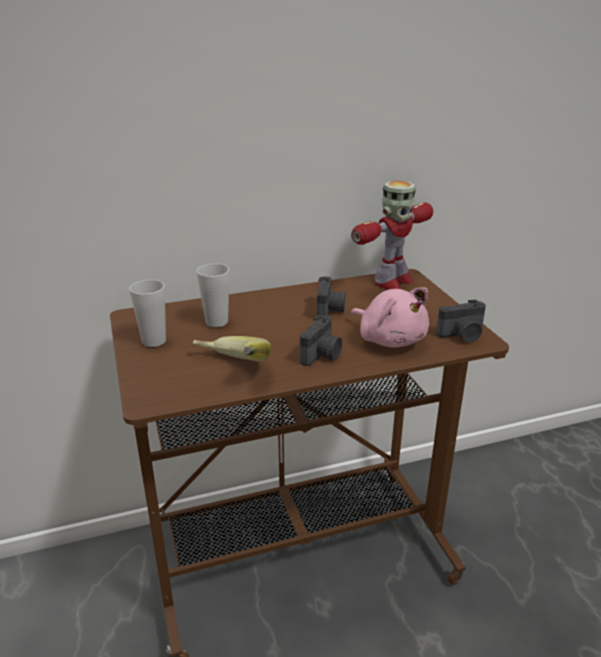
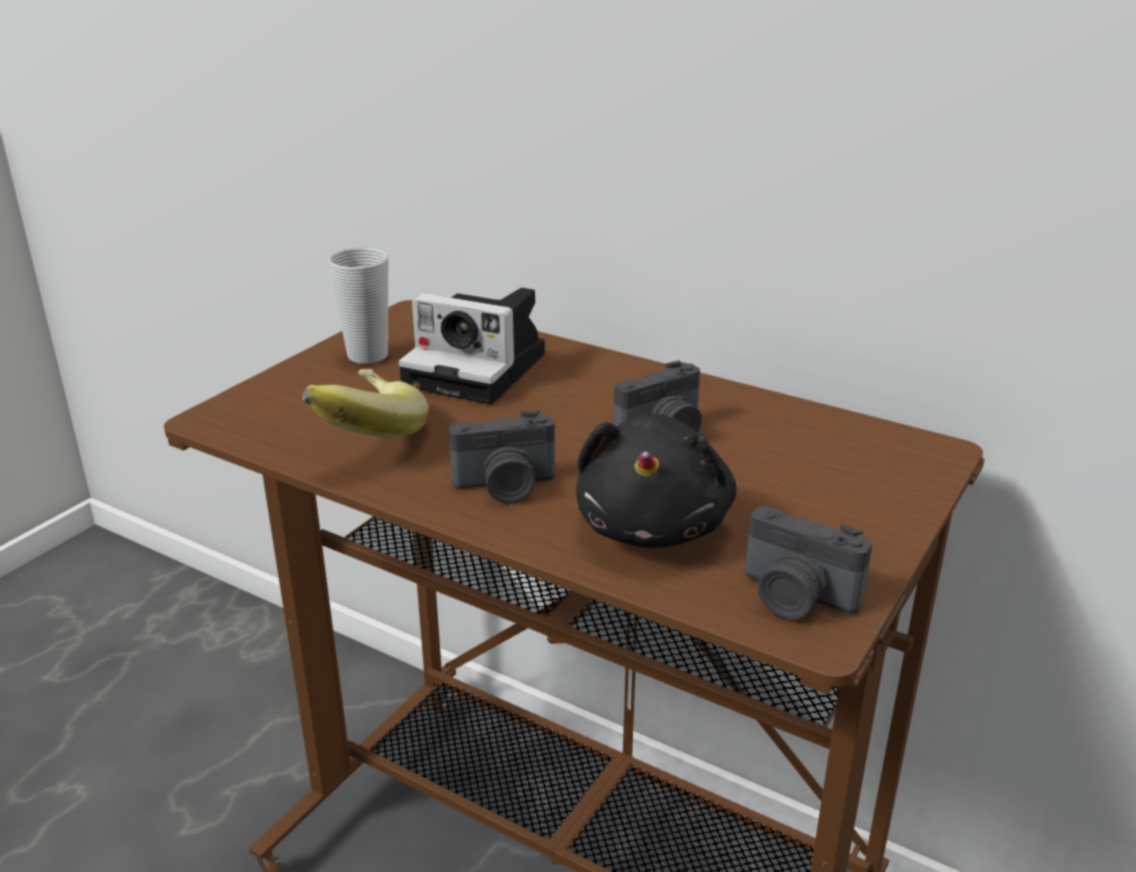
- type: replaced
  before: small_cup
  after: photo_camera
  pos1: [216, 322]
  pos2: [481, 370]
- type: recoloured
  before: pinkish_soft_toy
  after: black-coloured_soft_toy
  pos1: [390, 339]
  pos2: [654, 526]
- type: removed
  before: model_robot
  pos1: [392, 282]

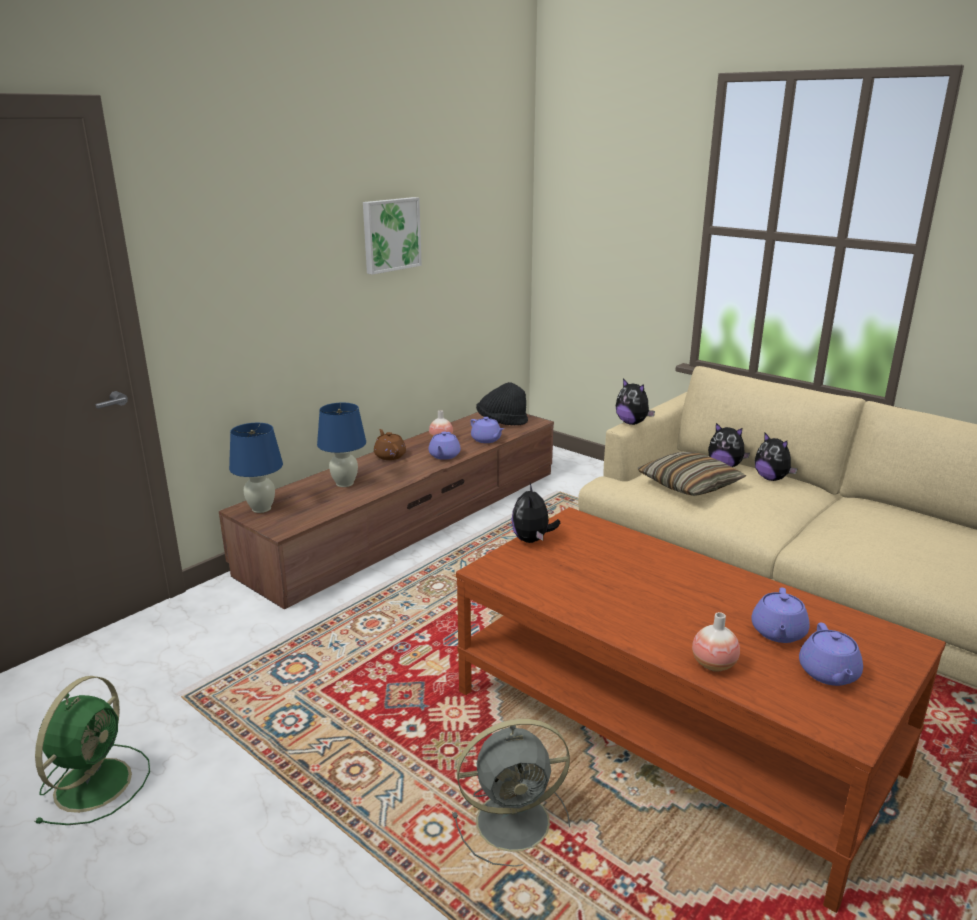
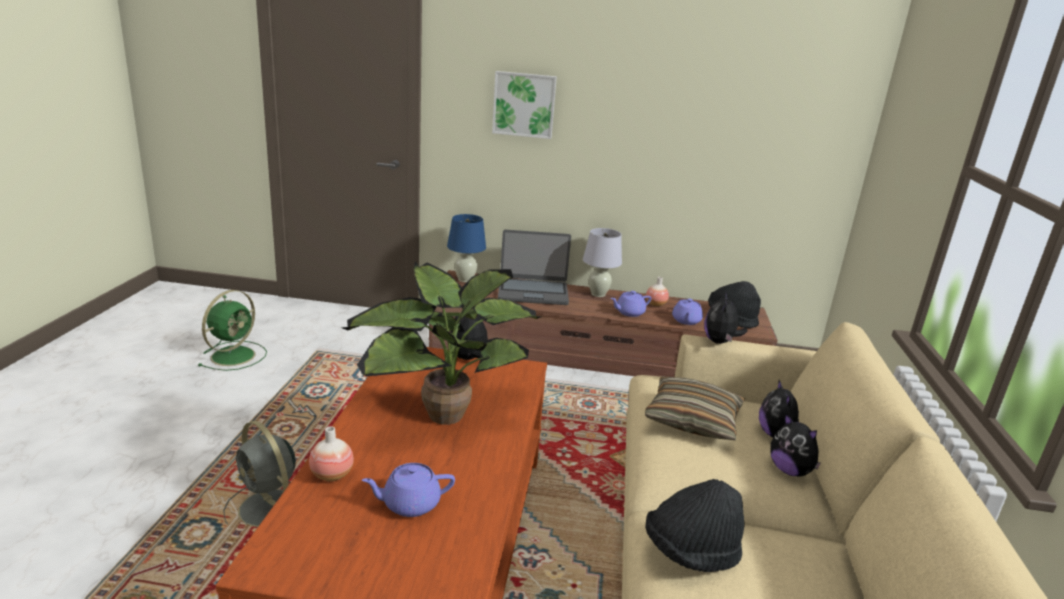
- type: turned
  before: green-coloured_electric_fan
  pos1: [95, 782]
  pos2: [234, 355]
  turn: -45
- type: replaced
  before: blue-coloured_tabletop_lamp
  after: laptop
  pos1: [344, 483]
  pos2: [533, 292]
- type: moved
  before: wall_picture
  pos1: [390, 234]
  pos2: [524, 104]
- type: replaced
  before: brownish_tea_pot
  after: white-coloured_tabletop_lamp
  pos1: [389, 455]
  pos2: [598, 294]
- type: turned
  before: soft_toy
  pos1: [771, 478]
  pos2: [790, 471]
  turn: -60
- type: removed
  before: purple_tea_pot
  pos1: [828, 674]
- type: added
  after: potted_plant
  pos2: [441, 412]
- type: added
  after: black-coloured_wearable_hat
  pos2: [690, 552]

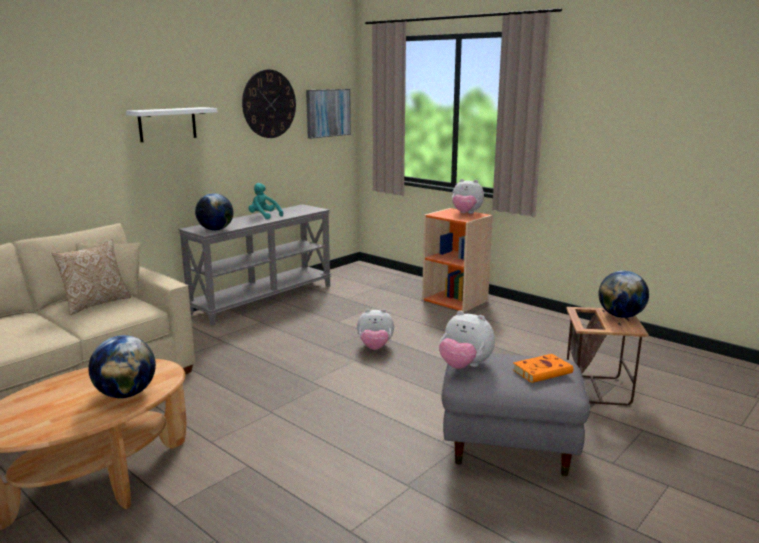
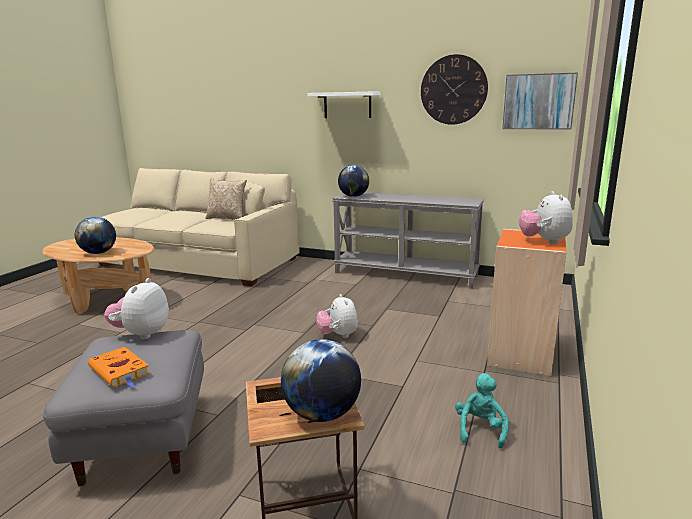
- type: moved
  before: turquoise_soft_toy
  pos1: [264, 216]
  pos2: [480, 430]

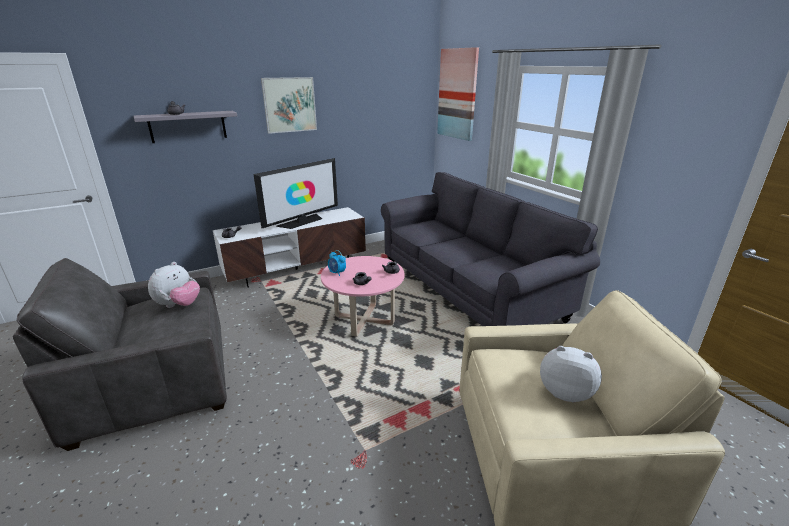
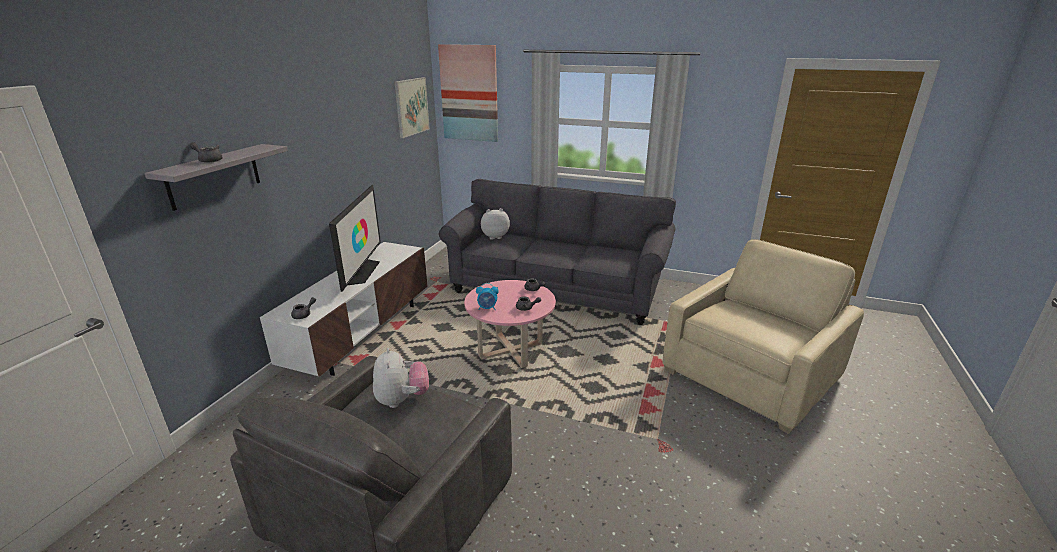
- type: moved
  before: wall_picture
  pos1: [289, 105]
  pos2: [411, 107]
- type: moved
  before: soft_toy
  pos1: [565, 391]
  pos2: [494, 236]

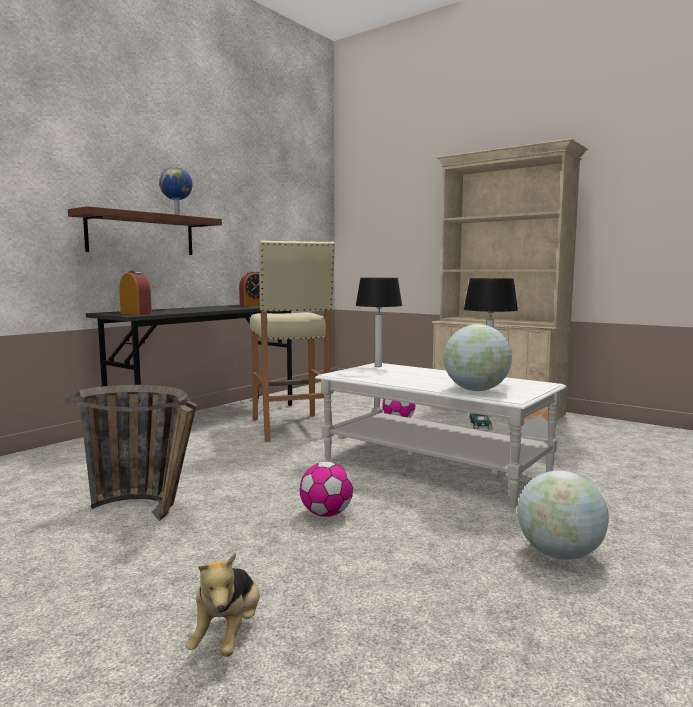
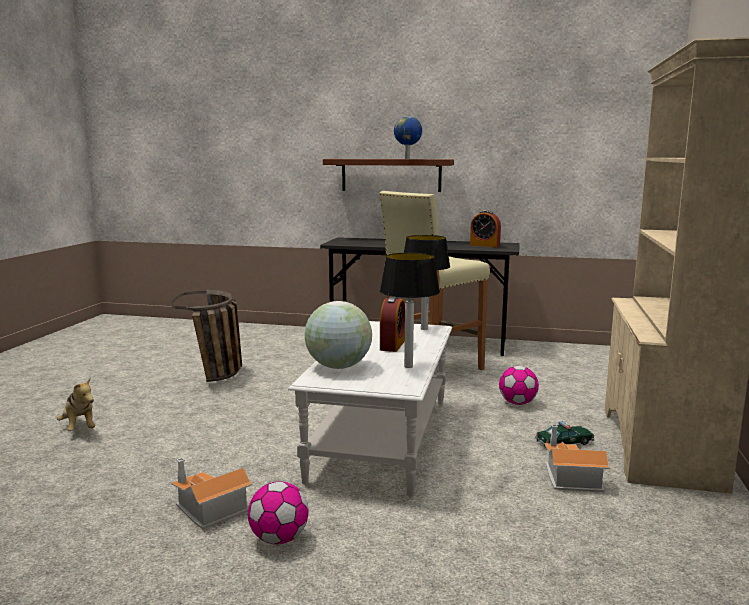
- type: moved
  before: alarm_clock
  pos1: [136, 314]
  pos2: [392, 345]
- type: turned
  before: soft_toy
  pos1: [228, 635]
  pos2: [79, 428]
  turn: -105
- type: moved
  before: ball_for_football
  pos1: [326, 514]
  pos2: [279, 539]
- type: replaced
  before: world_globe
  after: toy_house
  pos1: [559, 554]
  pos2: [209, 510]

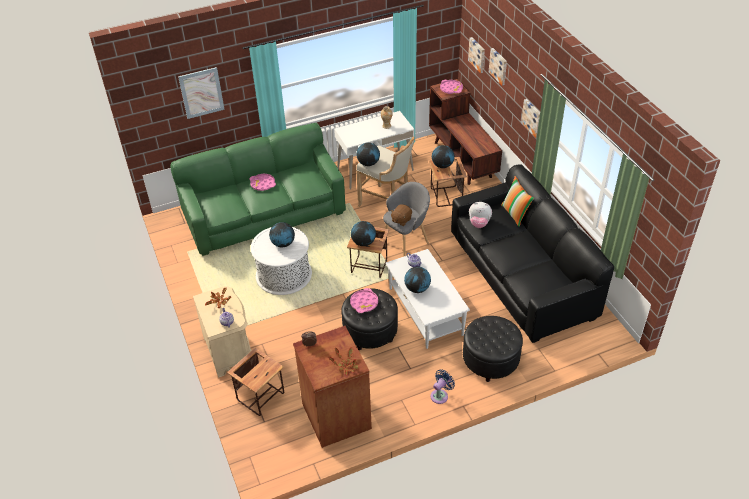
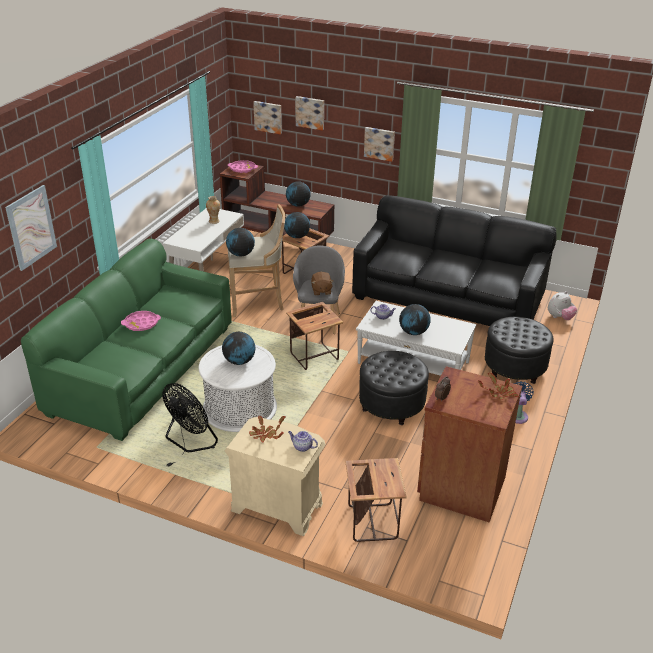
- type: removed
  before: pinkish_serving_tray
  pos1: [364, 303]
- type: moved
  before: world_globe
  pos1: [363, 242]
  pos2: [298, 205]
- type: moved
  before: soft_toy
  pos1: [479, 223]
  pos2: [560, 317]
- type: removed
  before: throw_pillow
  pos1: [515, 214]
- type: added
  after: black-coloured_electric_fan
  pos2: [185, 442]

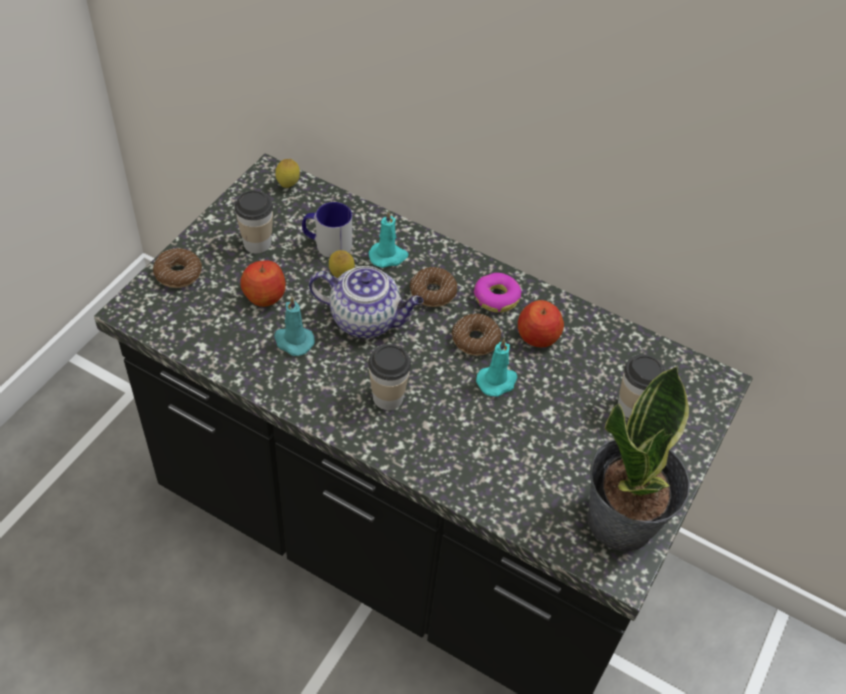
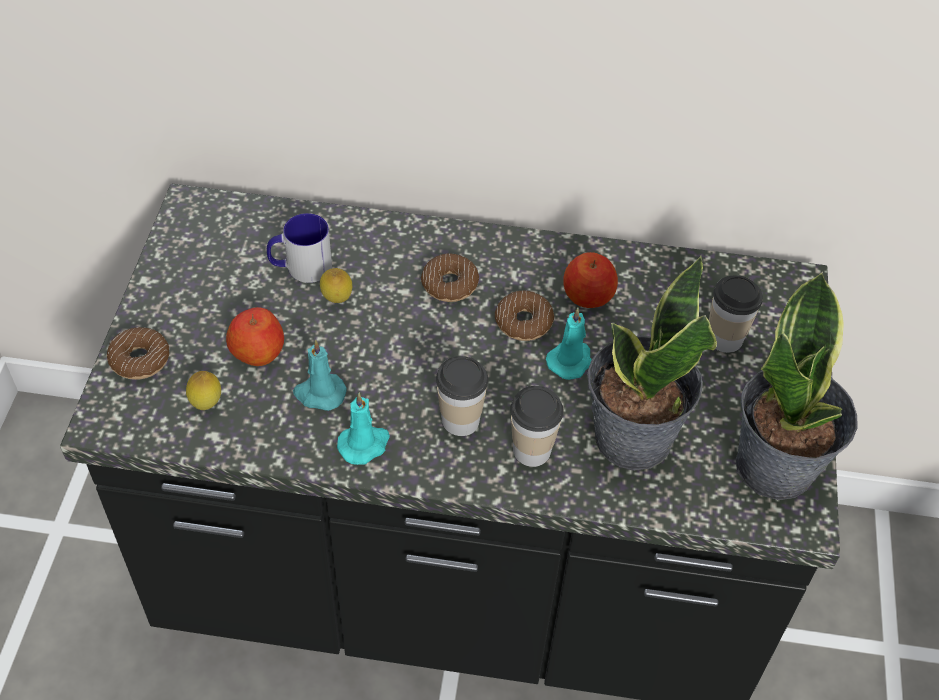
- type: moved
  before: small_cup
  pos1: [257, 243]
  pos2: [532, 450]
- type: moved
  before: citrus_fruit
  pos1: [288, 186]
  pos2: [207, 405]
- type: removed
  before: tea_pot
  pos1: [366, 320]
- type: moved
  before: turquoise_candle
  pos1: [388, 256]
  pos2: [364, 444]
- type: removed
  before: donut
  pos1: [496, 297]
- type: added
  after: potted_plant
  pos2: [631, 438]

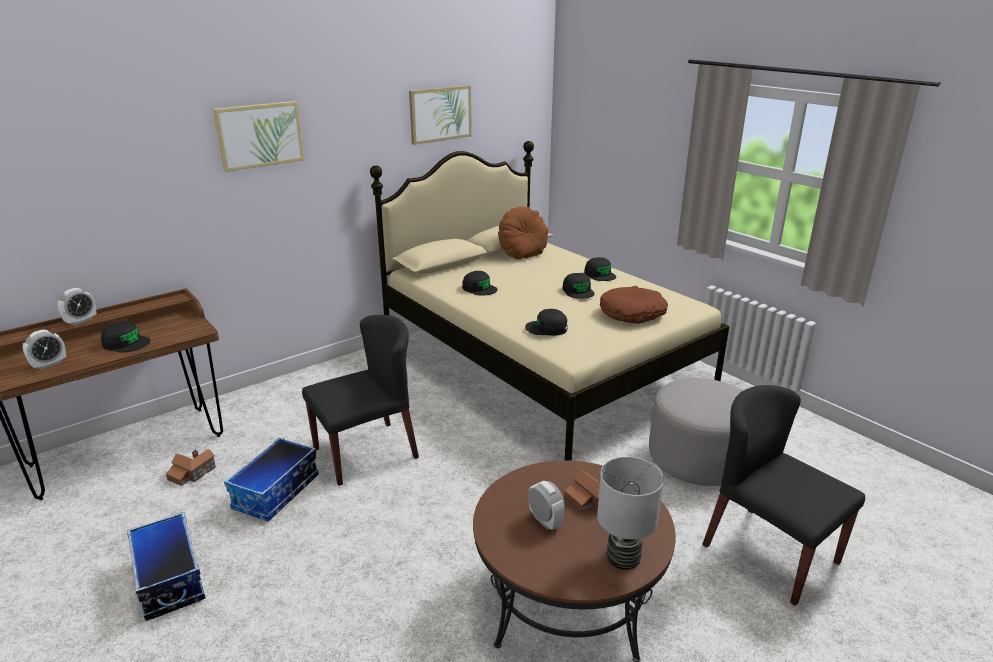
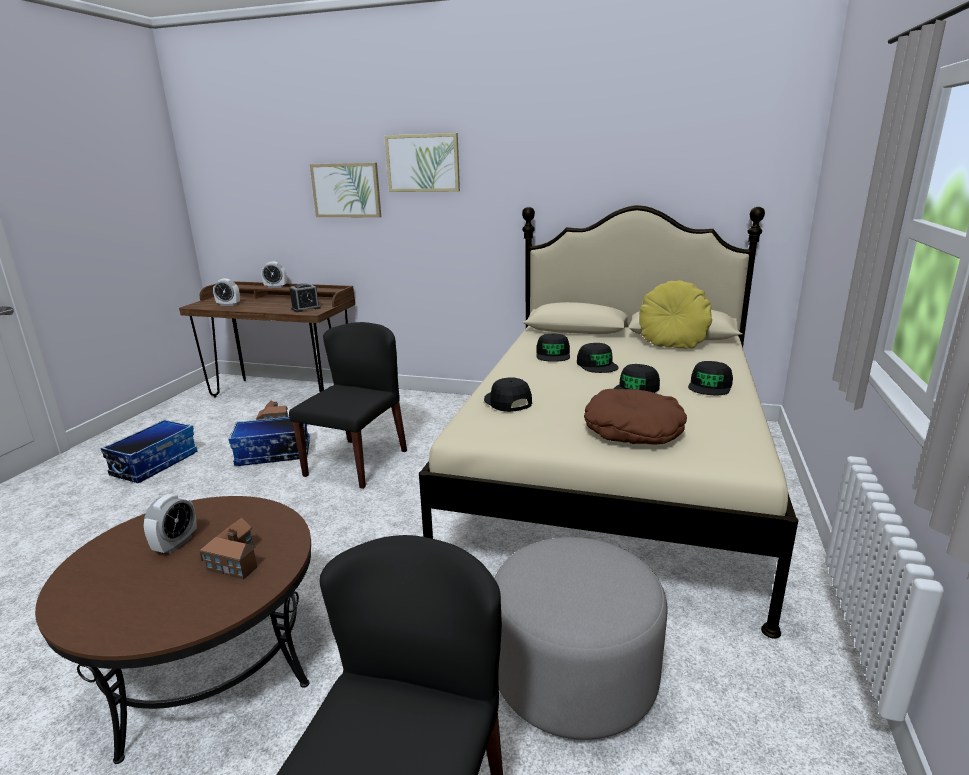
- type: moved
  before: black-coloured_cap
  pos1: [126, 343]
  pos2: [597, 365]
- type: turned
  before: black-coloured_chair
  pos1: [366, 452]
  pos2: [356, 462]
  turn: -90
- type: moved
  before: wall_picture
  pos1: [440, 114]
  pos2: [346, 190]
- type: recoloured
  before: brownish_throw_pillow
  after: yellow_throw_pillow
  pos1: [522, 256]
  pos2: [672, 345]
- type: removed
  before: greyish_tabletop_lamp
  pos1: [623, 557]
- type: added
  after: alarm_clock
  pos2: [306, 308]

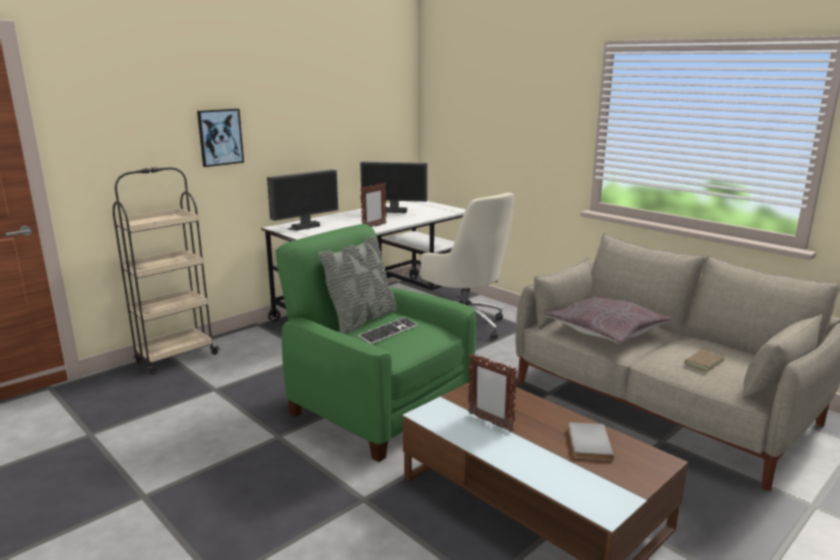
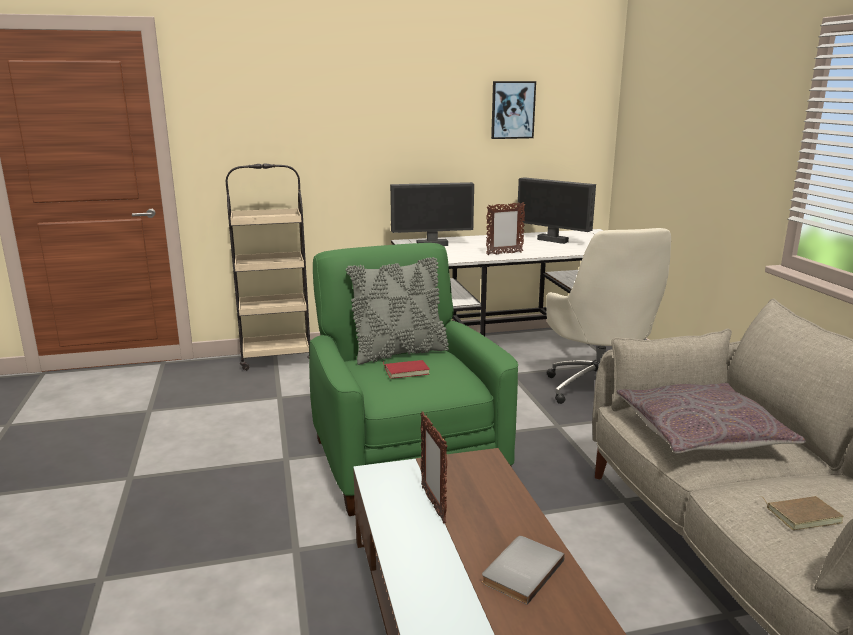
- type: moved
  before: wall_picture
  pos1: [220, 137]
  pos2: [512, 110]
- type: replaced
  before: computer_keyboard
  after: red_volume
  pos1: [388, 332]
  pos2: [406, 371]

